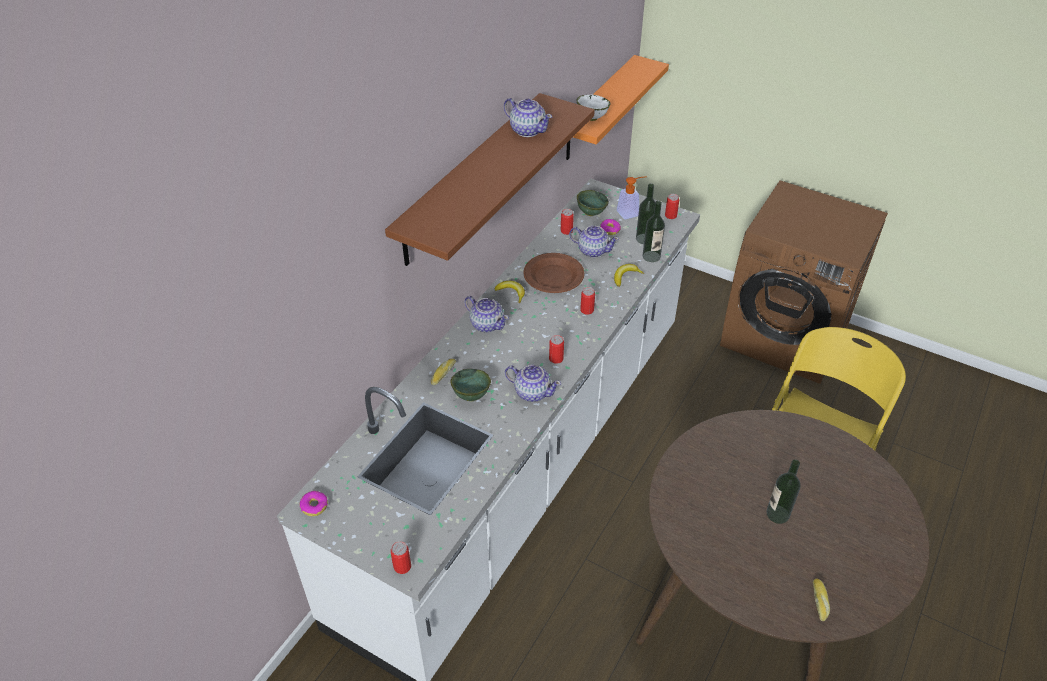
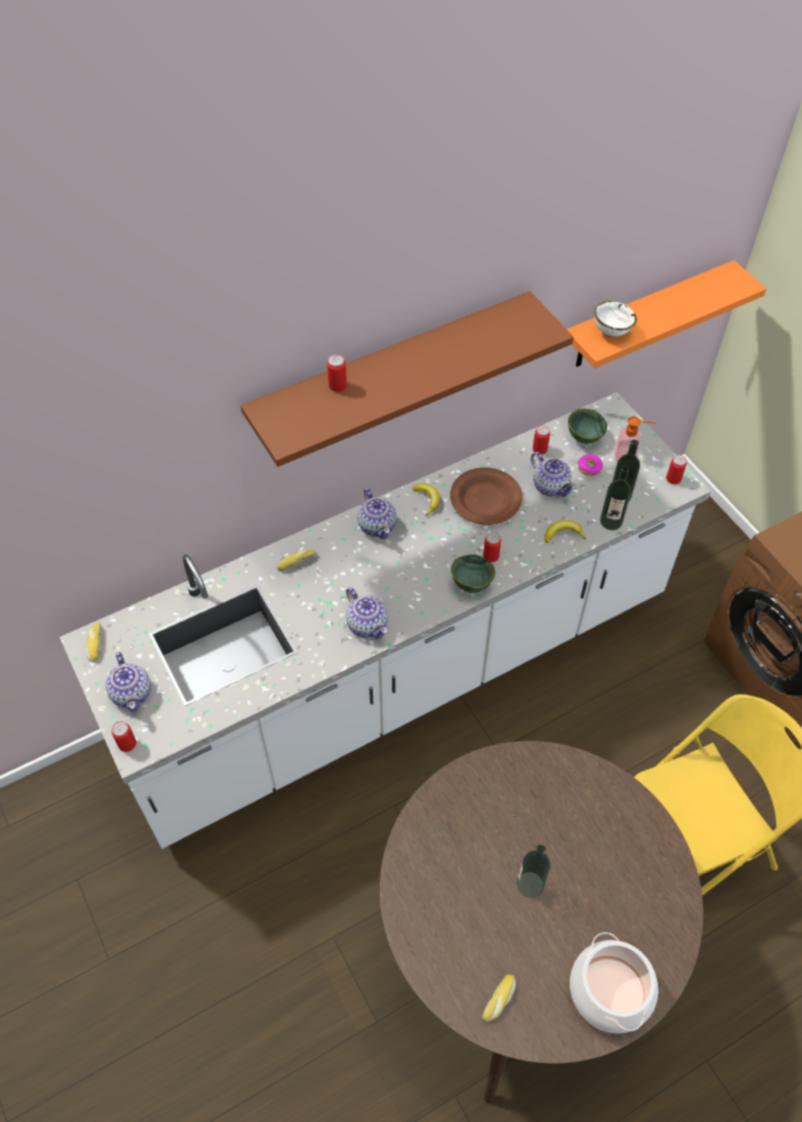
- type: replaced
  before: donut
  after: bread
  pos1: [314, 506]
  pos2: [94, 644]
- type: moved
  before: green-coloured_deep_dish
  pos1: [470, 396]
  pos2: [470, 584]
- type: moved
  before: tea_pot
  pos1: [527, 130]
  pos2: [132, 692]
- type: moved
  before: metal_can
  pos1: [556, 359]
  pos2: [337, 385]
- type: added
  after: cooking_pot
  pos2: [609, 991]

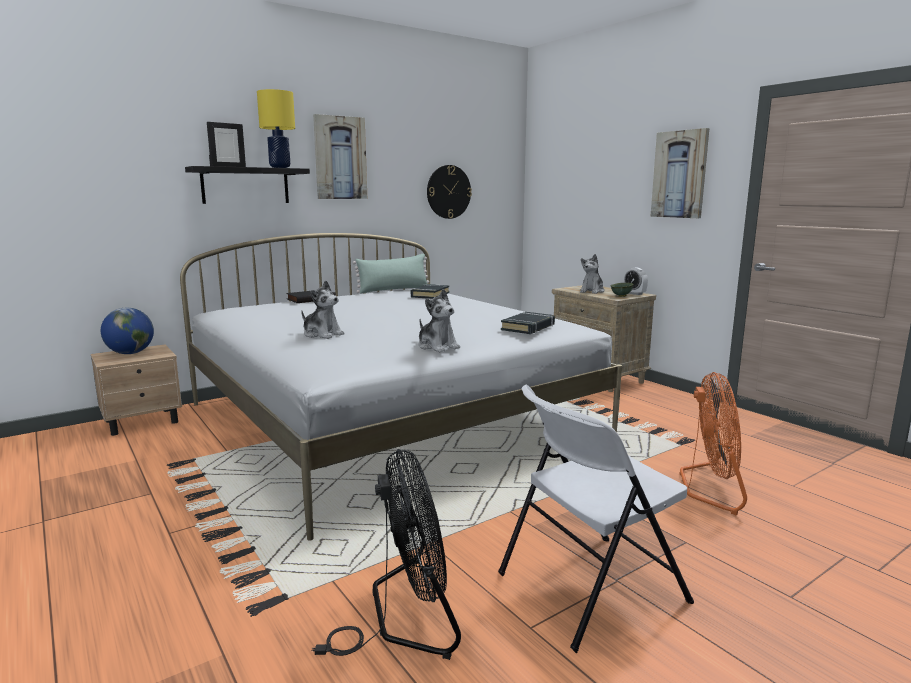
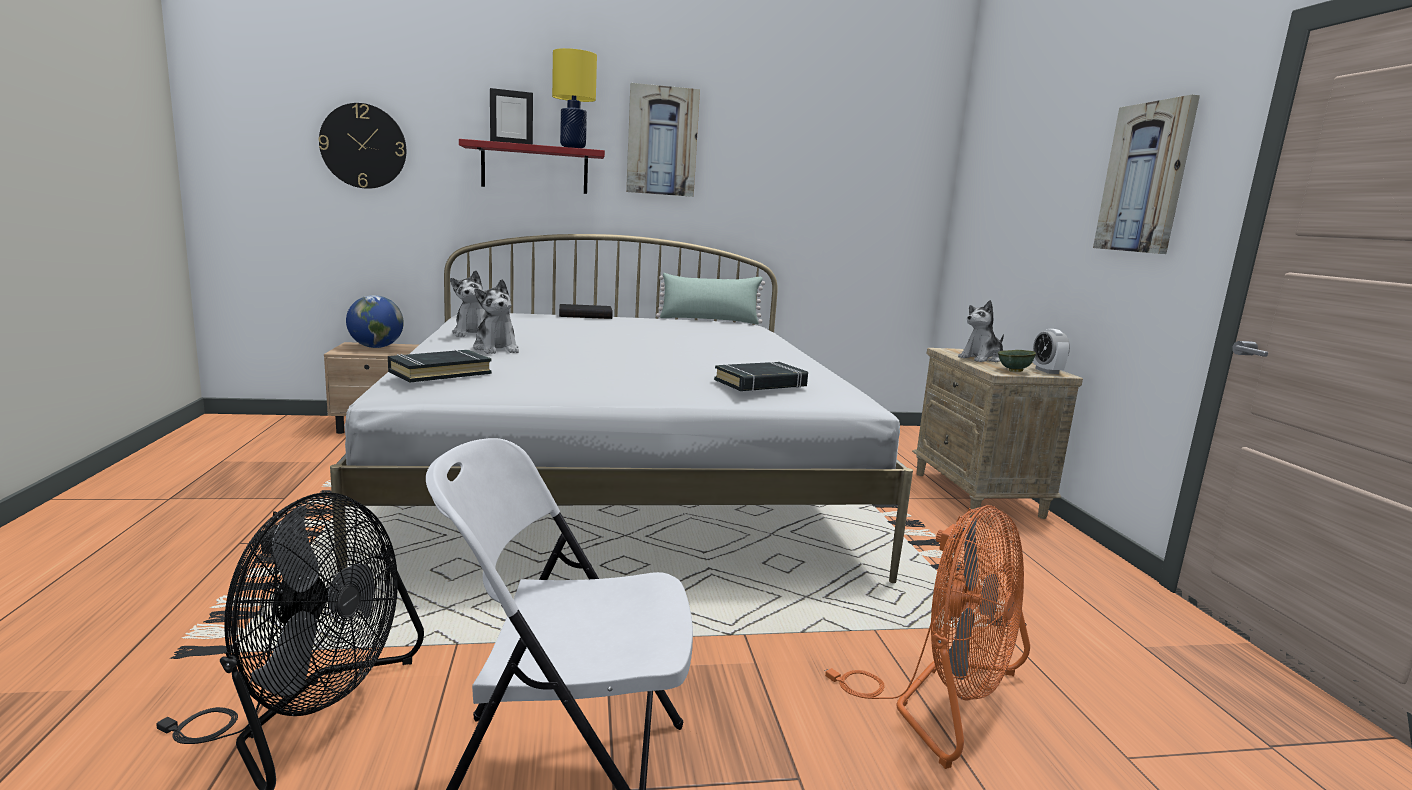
- type: recoloured
  before: black-coloured_shelf
  after: red_shelf
  pos1: [245, 185]
  pos2: [535, 168]
- type: moved
  before: black-coloured_volume
  pos1: [430, 295]
  pos2: [440, 372]
- type: moved
  before: soft_toy
  pos1: [437, 346]
  pos2: [473, 333]
- type: moved
  before: hanging_clock
  pos1: [448, 192]
  pos2: [363, 146]

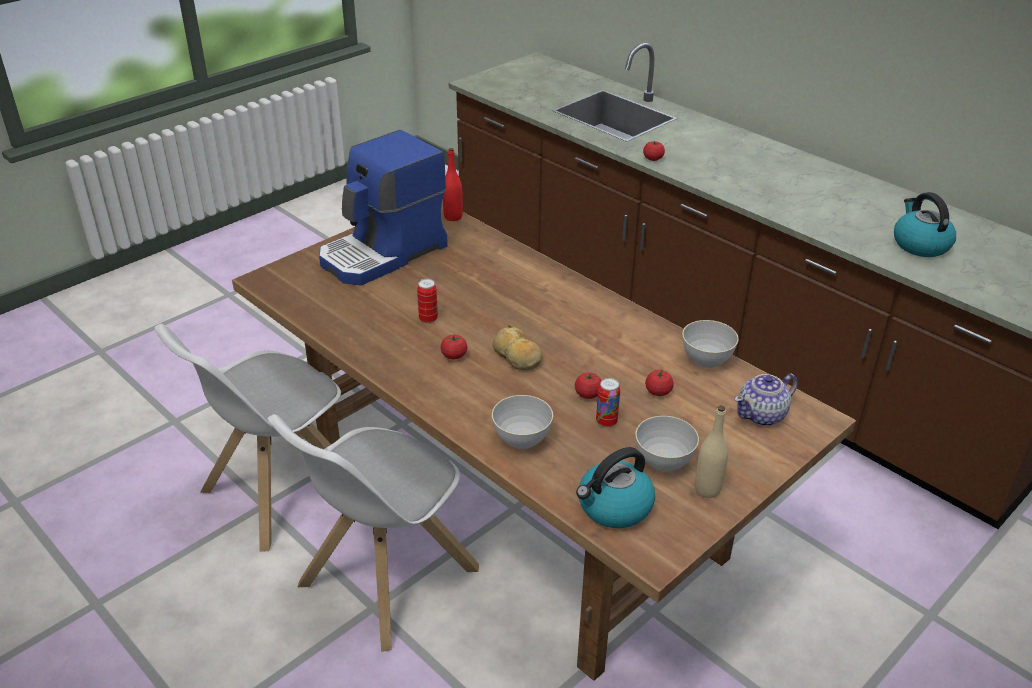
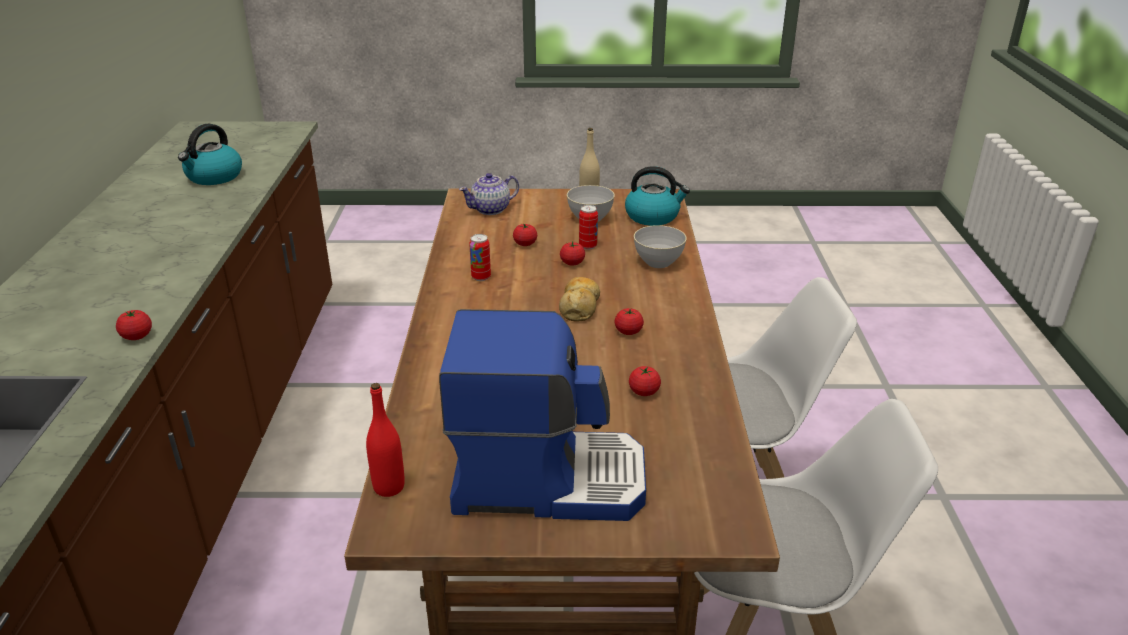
- type: moved
  before: metal_can
  pos1: [428, 319]
  pos2: [481, 277]
- type: removed
  before: greyish_deep_dish
  pos1: [706, 360]
- type: turned
  before: tea_pot
  pos1: [762, 415]
  pos2: [491, 209]
  turn: 135
- type: added
  after: whole_tomato
  pos2: [644, 392]

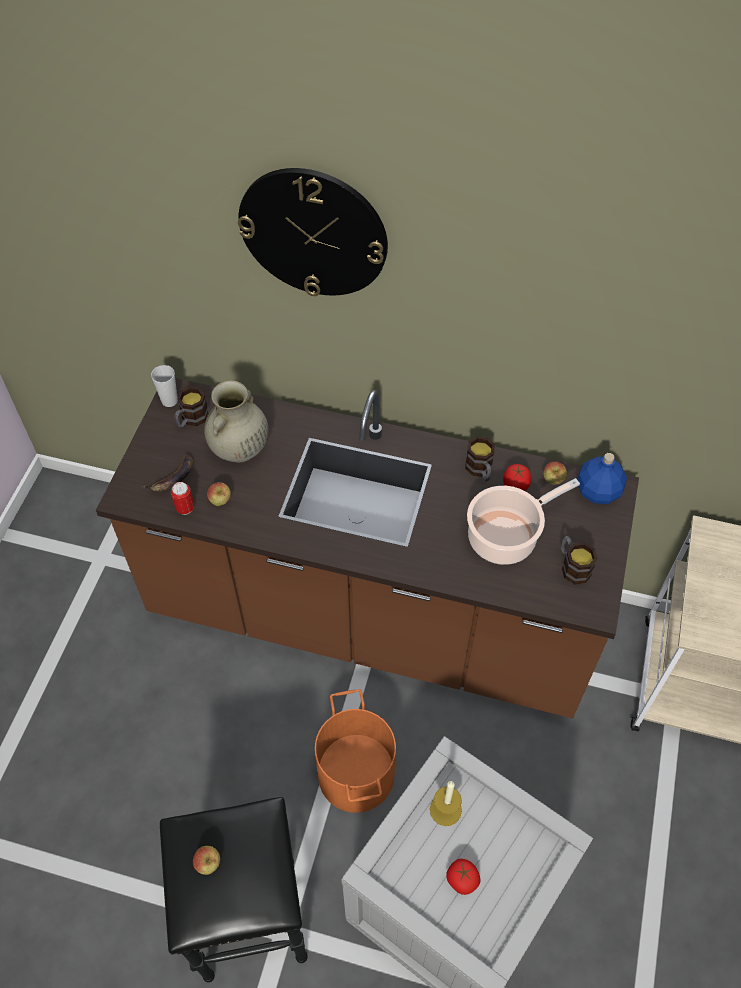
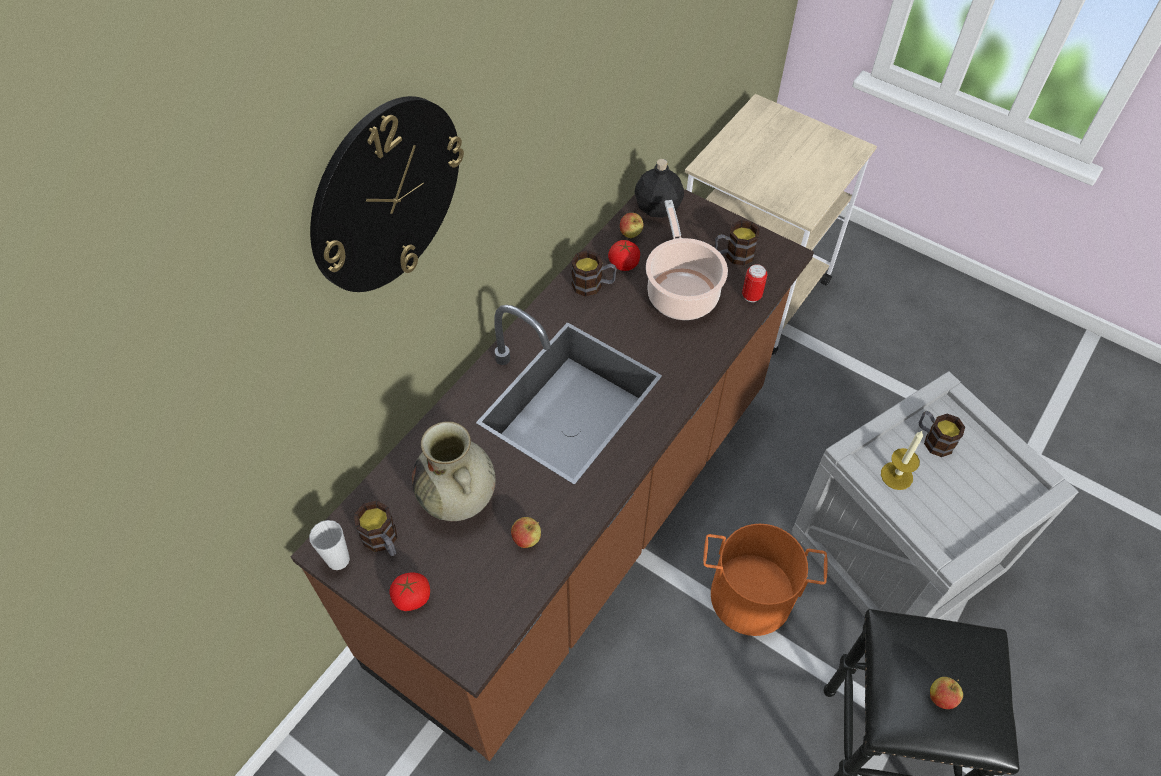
- type: removed
  before: banana
  pos1: [172, 478]
- type: moved
  before: metal_can
  pos1: [185, 508]
  pos2: [751, 296]
- type: moved
  before: whole_tomato
  pos1: [462, 880]
  pos2: [412, 597]
- type: recoloured
  before: blue-coloured_drink_bottle
  after: black-coloured_drink_bottle
  pos1: [597, 491]
  pos2: [657, 207]
- type: added
  after: mug
  pos2: [933, 439]

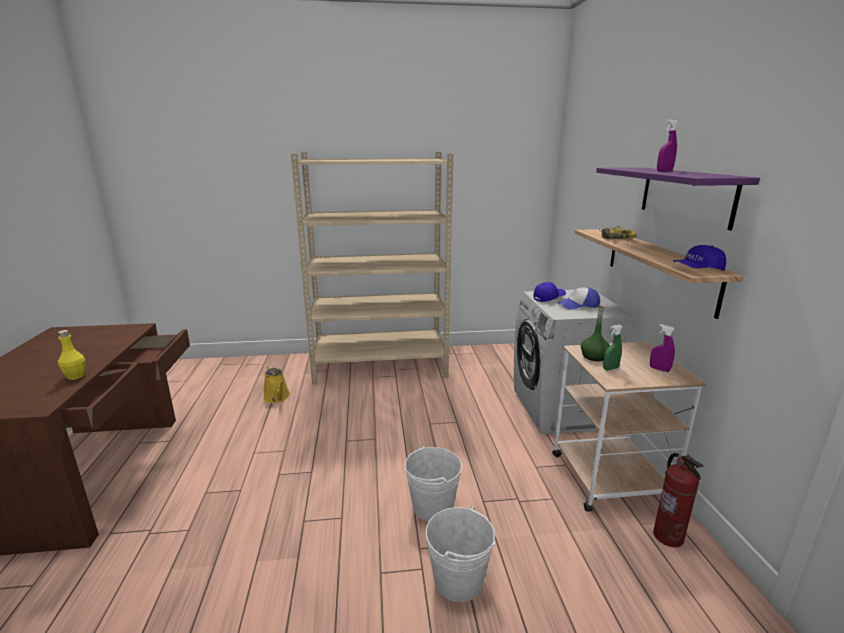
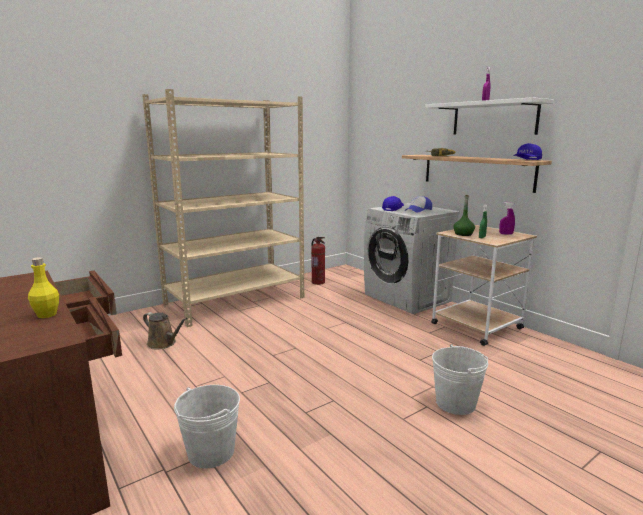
- type: recoloured
  before: yellow_watering_can
  after: brownish_watering_can
  pos1: [277, 397]
  pos2: [163, 343]
- type: moved
  before: white-coloured_bucket
  pos1: [432, 506]
  pos2: [211, 452]
- type: recoloured
  before: purple_shelf
  after: white-coloured_shelf
  pos1: [685, 195]
  pos2: [494, 118]
- type: moved
  before: fire-fighting_cylinder
  pos1: [668, 537]
  pos2: [318, 282]

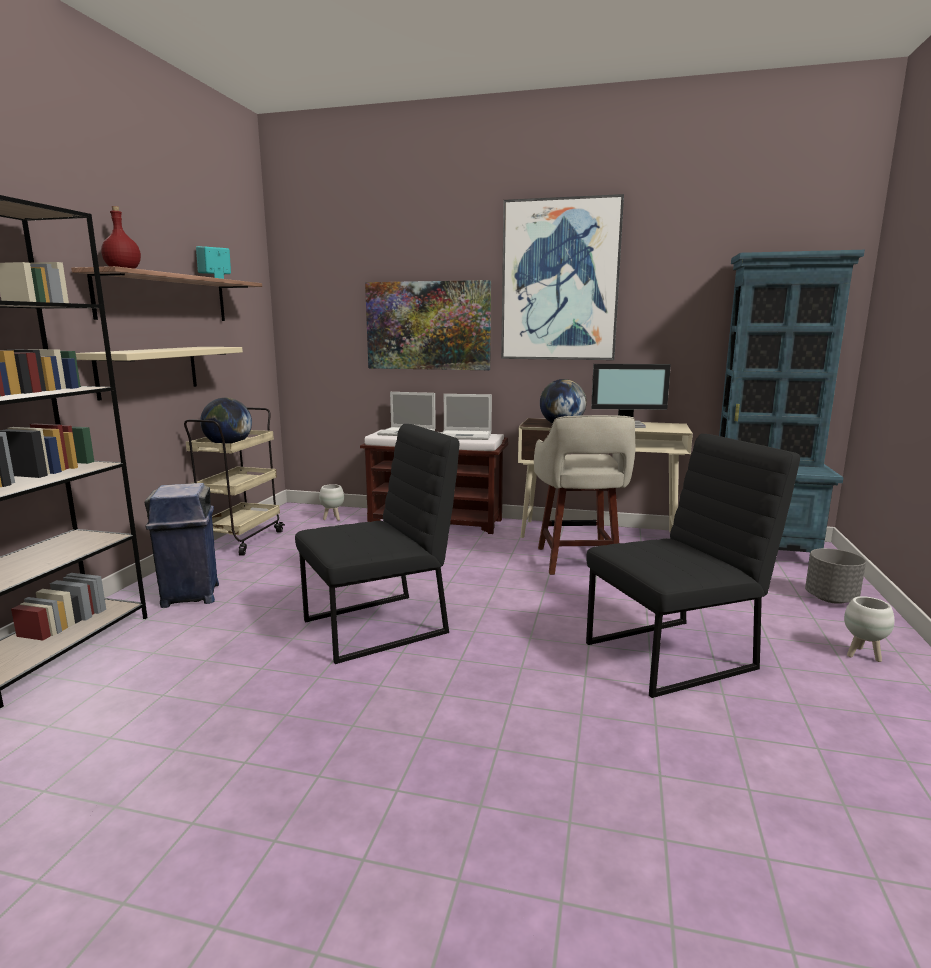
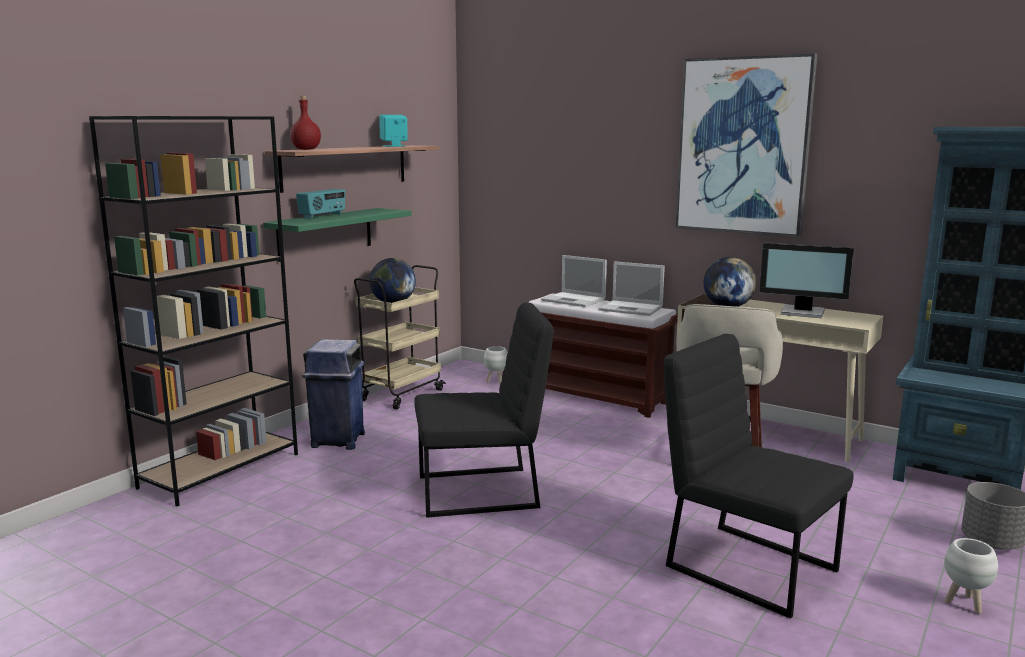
- type: recoloured
  before: beige-coloured_shelf
  after: green-coloured_shelf
  pos1: [148, 371]
  pos2: [325, 233]
- type: removed
  before: wall_picture
  pos1: [428, 326]
- type: turned
  before: black-coloured_chair
  pos1: [674, 655]
  pos2: [747, 565]
  turn: -135
- type: added
  after: radio
  pos2: [323, 216]

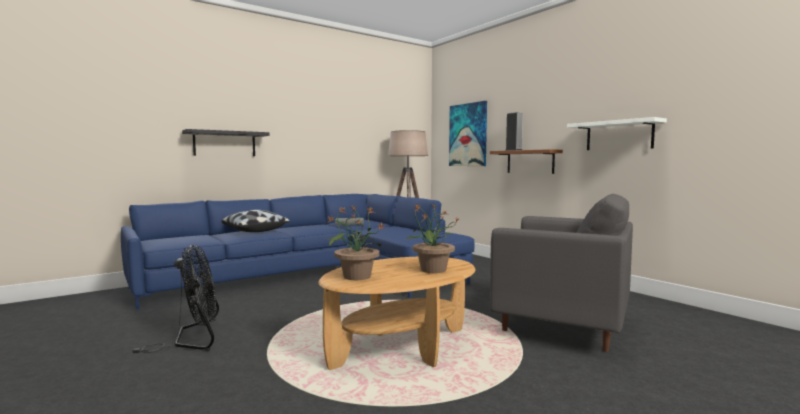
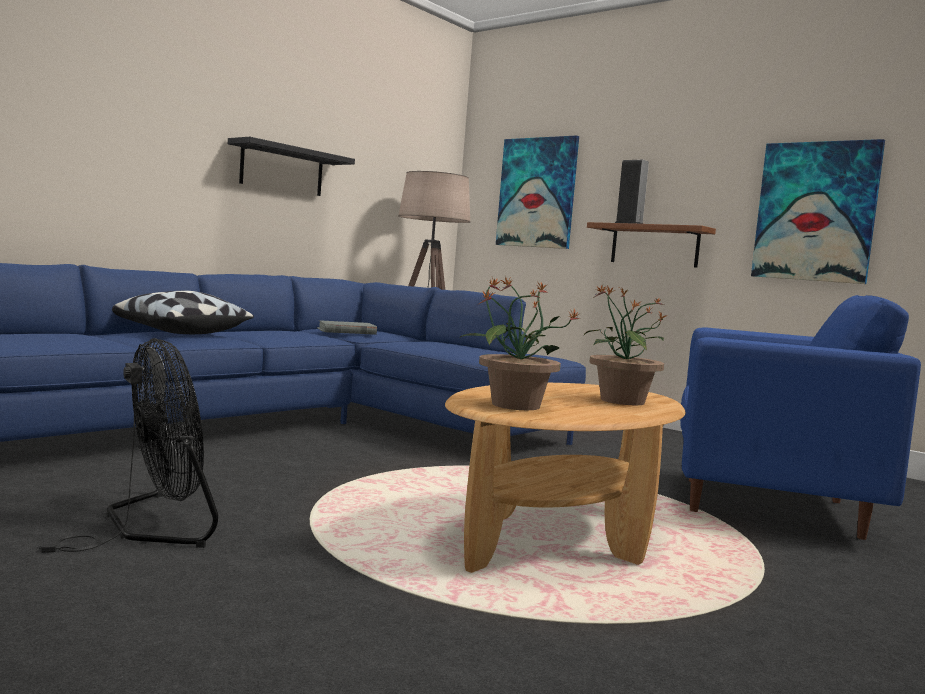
- type: moved
  before: black-coloured_shelf
  pos1: [225, 143]
  pos2: [282, 169]
- type: recoloured
  before: greyish_lounge_chair
  after: blue-coloured_lounge_chair
  pos1: [561, 327]
  pos2: [771, 507]
- type: replaced
  before: white-coloured_shelf
  after: wall_picture
  pos1: [619, 135]
  pos2: [815, 211]

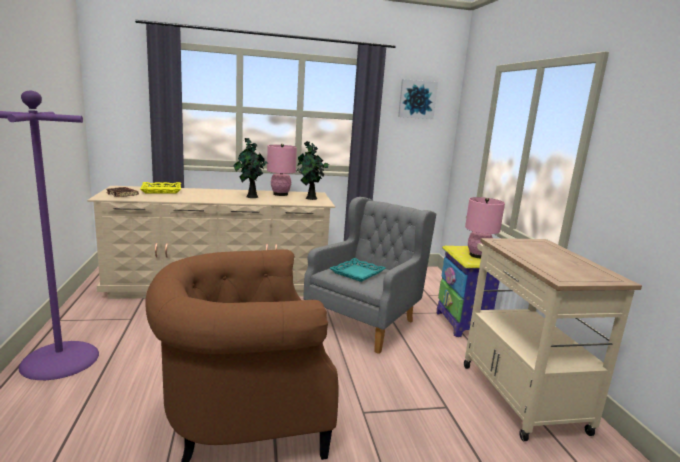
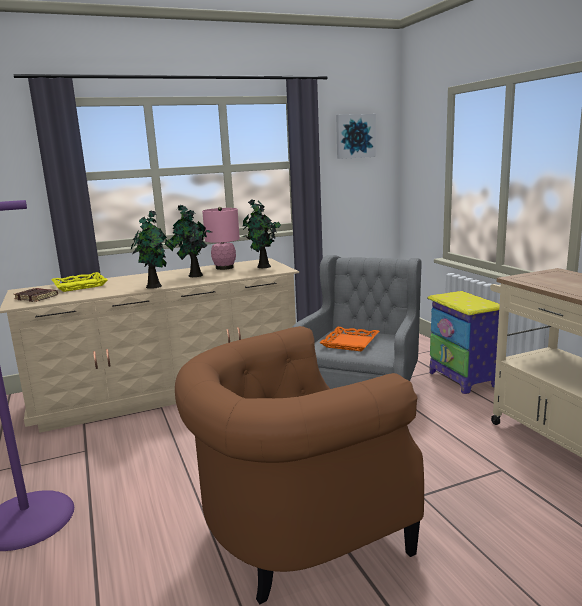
- type: recoloured
  before: turquoise_serving_tray
  after: orange-coloured_serving_tray
  pos1: [357, 273]
  pos2: [350, 343]
- type: removed
  before: pinkish_tabletop_lamp
  pos1: [478, 255]
- type: added
  after: potted_plant
  pos2: [155, 286]

